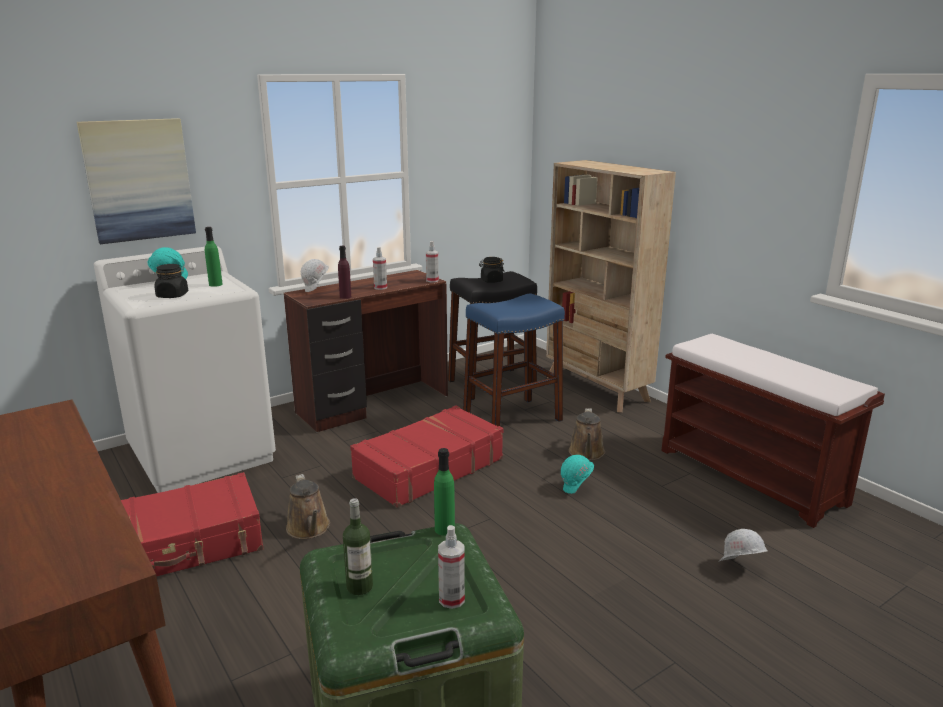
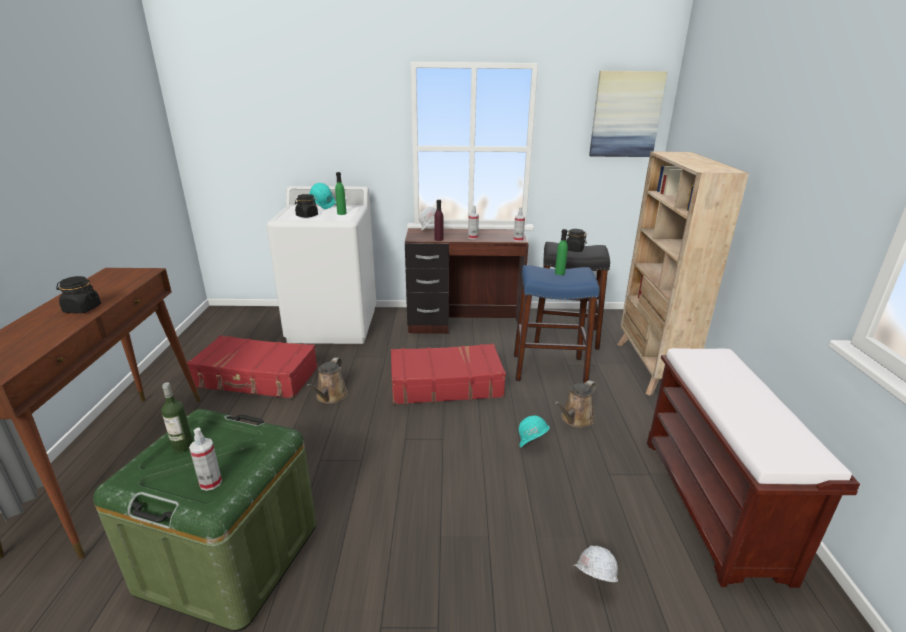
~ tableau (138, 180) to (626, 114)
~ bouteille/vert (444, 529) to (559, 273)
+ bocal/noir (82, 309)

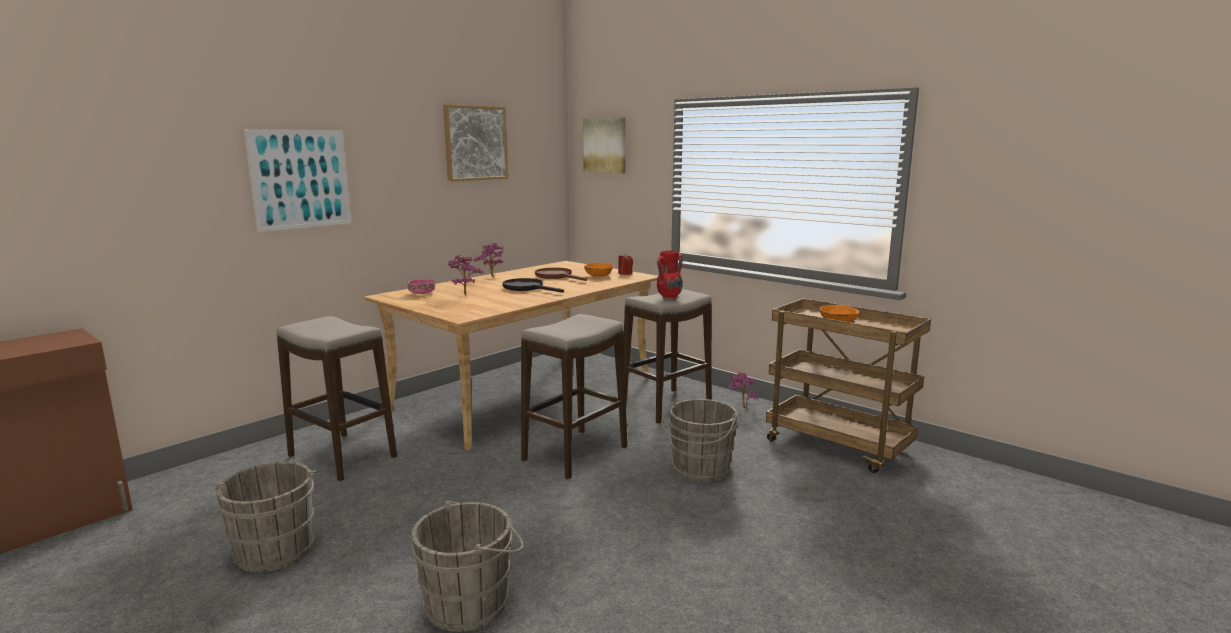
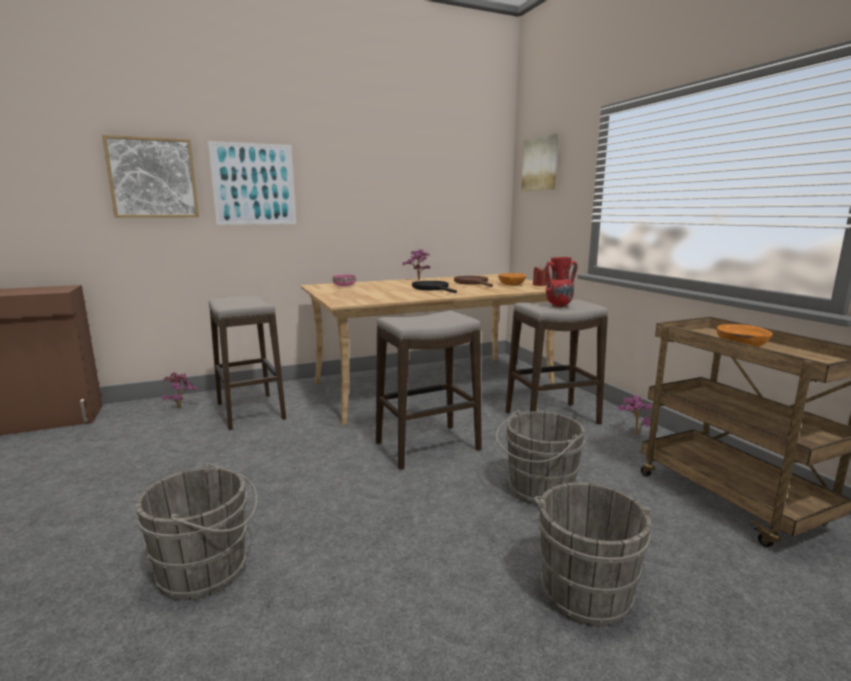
~ seau/gris (276, 548) to (584, 588)
~ tableau (475, 143) to (153, 178)
~ plante en pot (464, 294) to (180, 407)

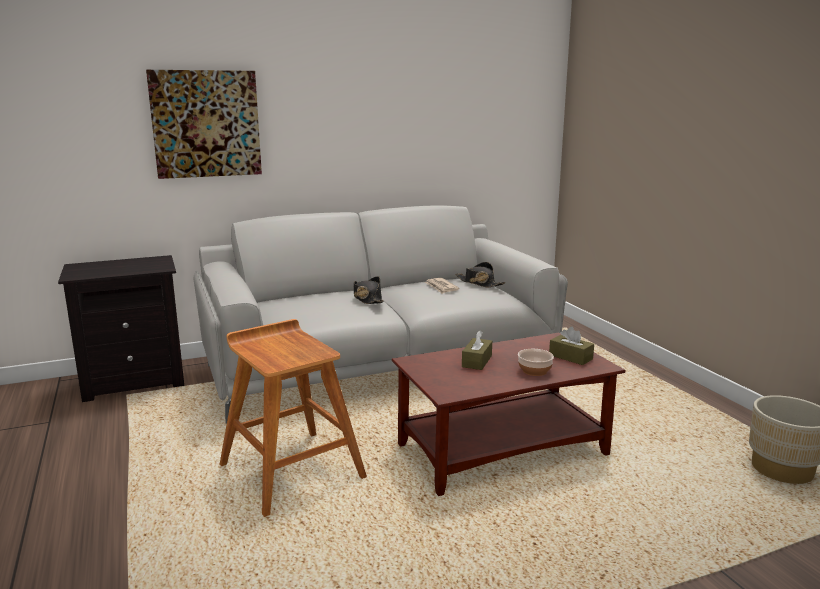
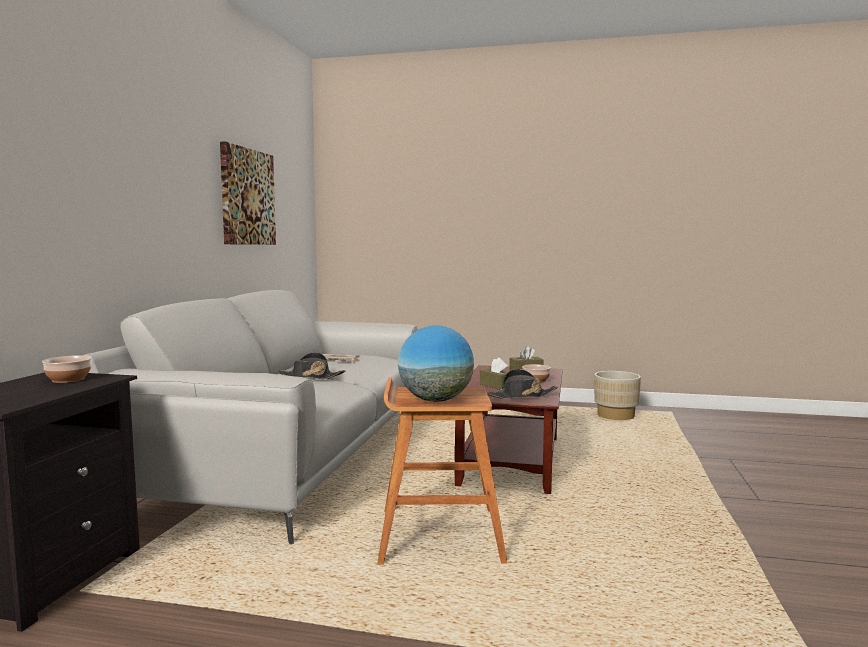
~ tableau (206, 124) to (247, 197)
~ chapeau/noir (479, 283) to (520, 396)
+ bol (69, 379)
+ globe (435, 400)

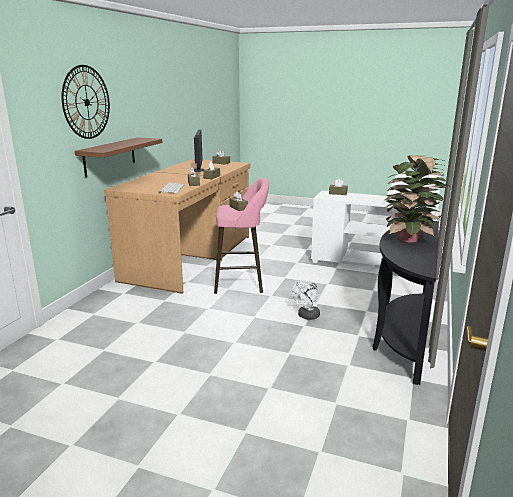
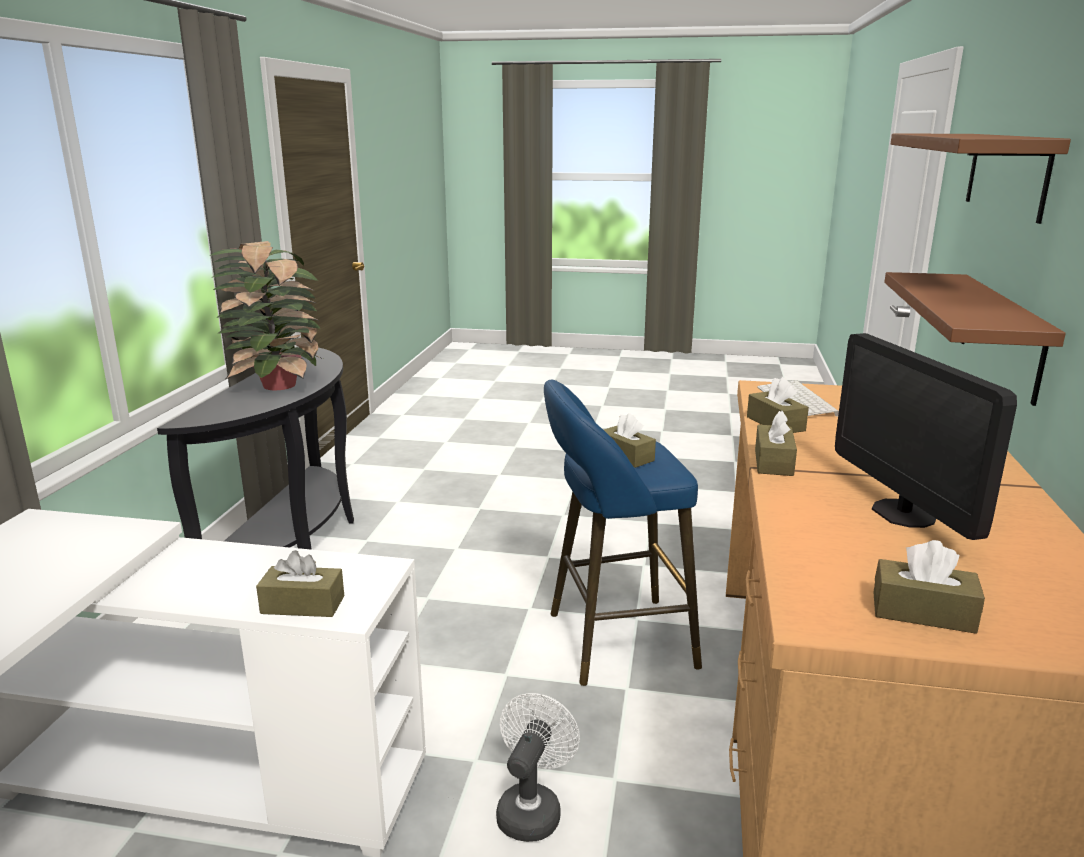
~ horloge murale (86, 102) to étagère/marron (1006, 174)
~ tabouret/rose (242, 283) to tabouret/bleu (612, 641)
~ ventilateur/blanc (307, 316) to (532, 808)

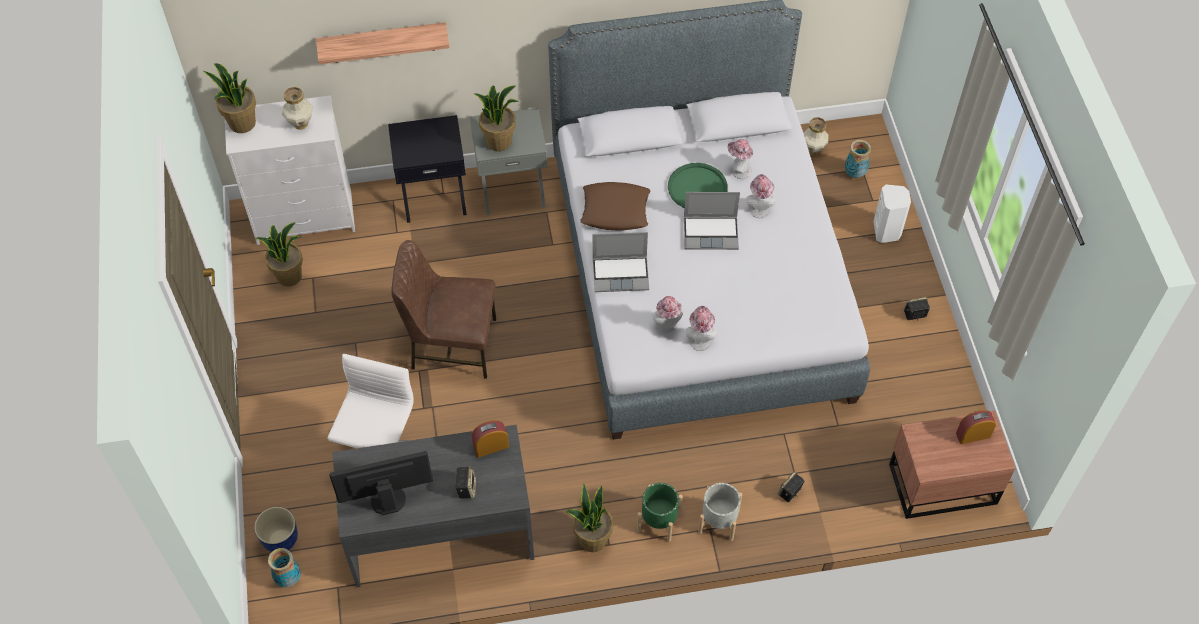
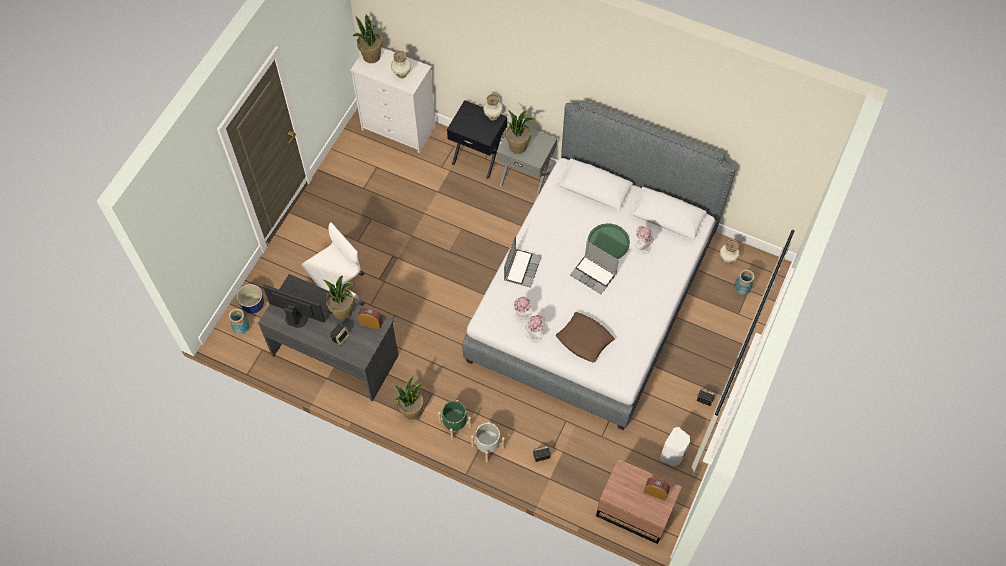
~ plante en pot (289, 275) to (343, 311)
- étagère (383, 43)
- chaise/marron (452, 344)
~ coussin/marron (615, 210) to (584, 339)
~ ordinateur portable (621, 274) = (522, 268) 105 degrees counterclockwise
- chapeau (759, 207)
~ enceinte/blanc (887, 231) to (672, 455)
+ vase (492, 116)

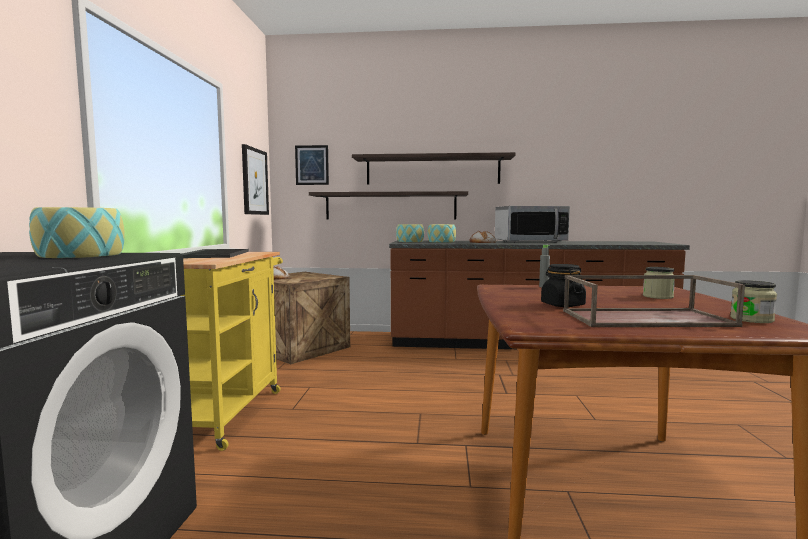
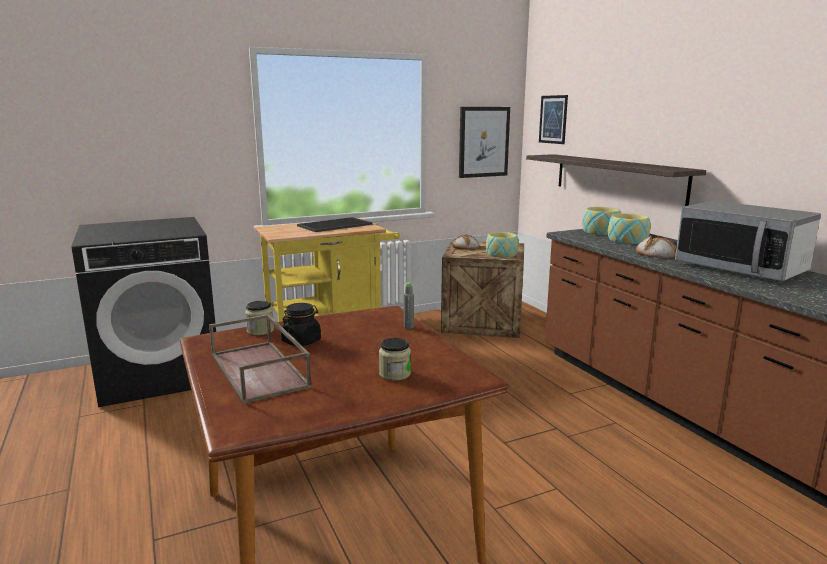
~ bol (80, 255) to (501, 254)
- étagère (432, 170)
~ bocal (751, 319) to (260, 331)

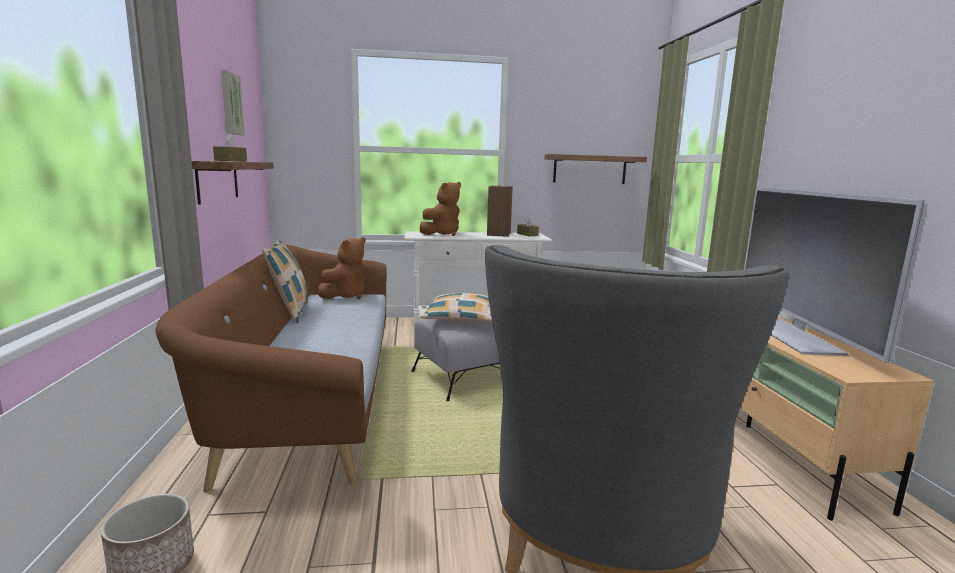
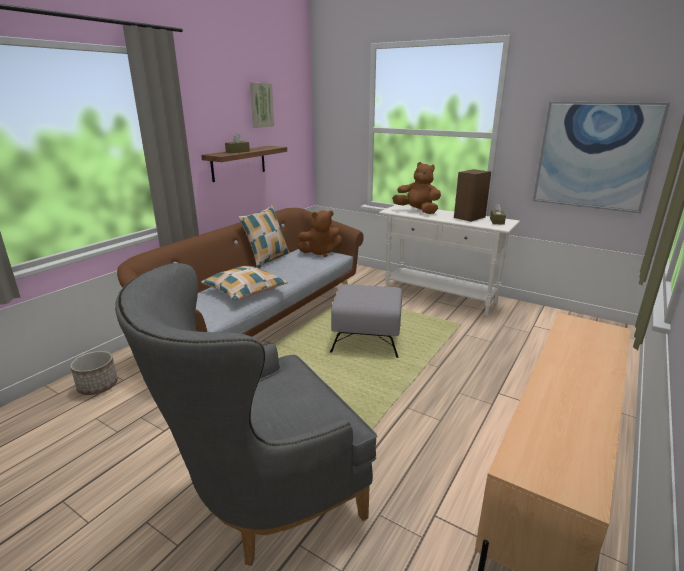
~ peluche/marron (442, 234) = (417, 211) 135 degrees counterclockwise
~ coussin (464, 318) to (245, 290)
~ étagère (589, 169) to tableau (594, 156)
- téléviseur (786, 332)

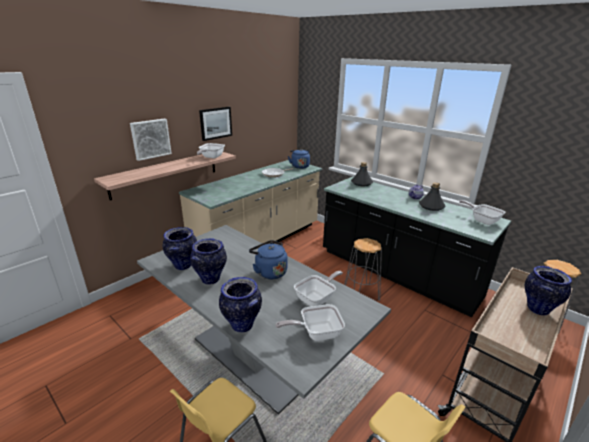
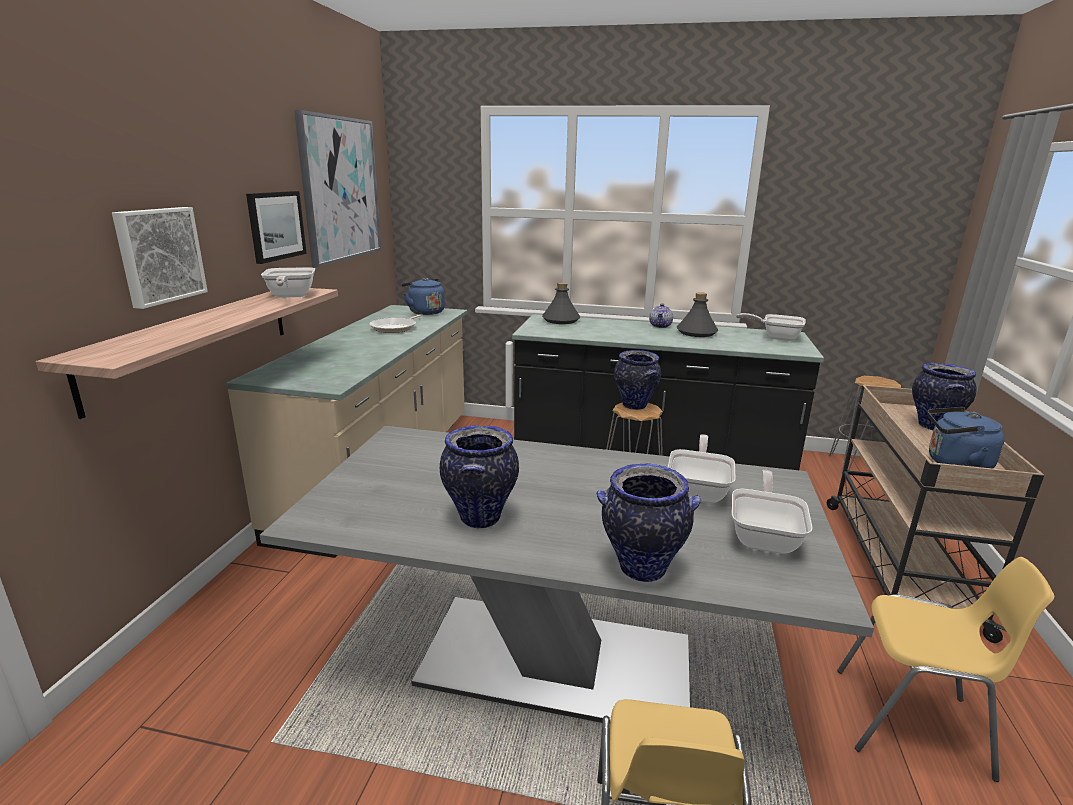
~ vase (183, 266) to (635, 406)
~ bouilloire/bleu (269, 272) to (954, 464)
~ poêle (316, 333) = (765, 536) 150 degrees clockwise
+ tableau (341, 189)

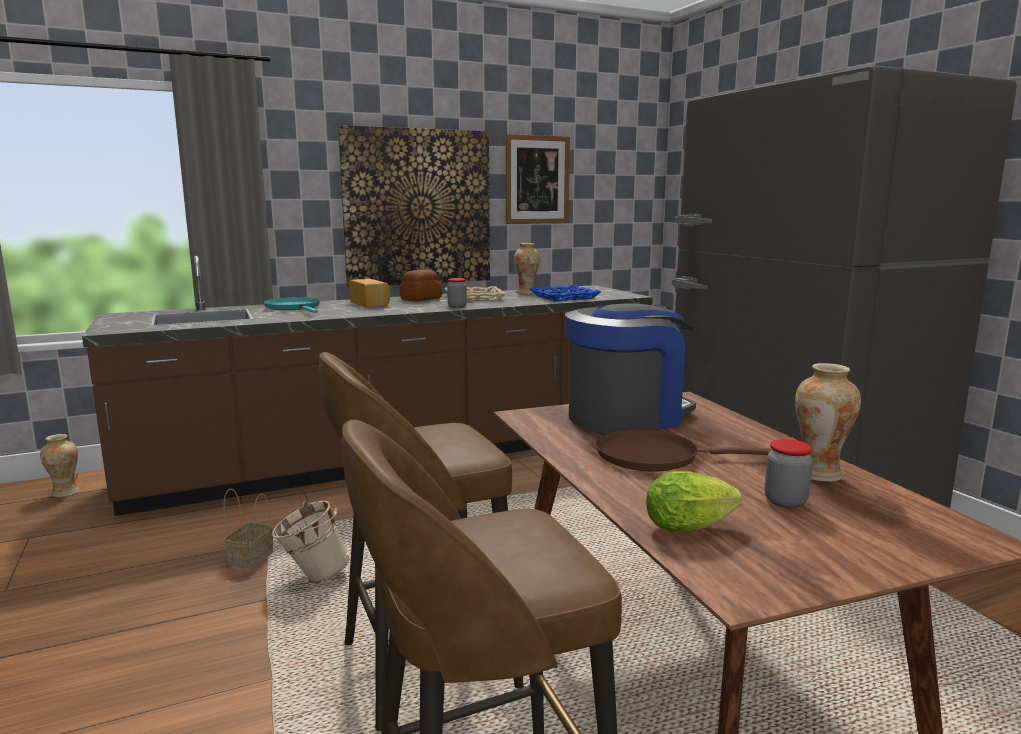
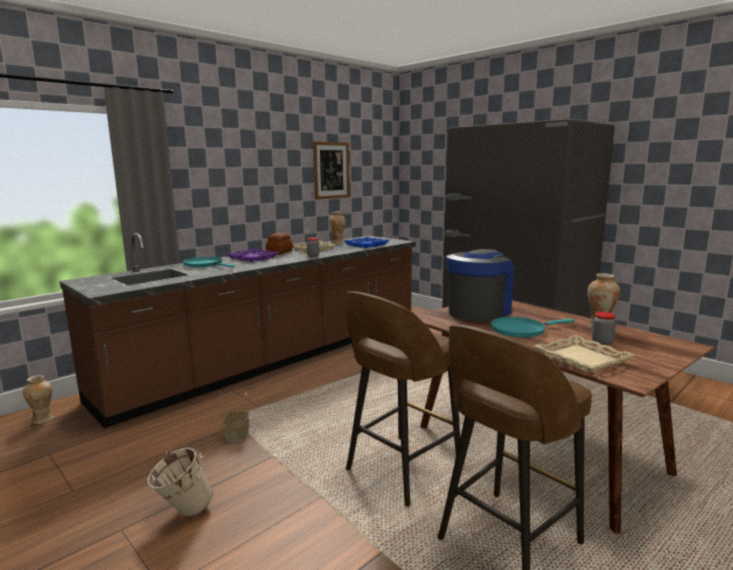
~ seau/beige (312, 577) to (182, 512)
- tableau (417, 207)
~ pain (371, 304) to plateau/violet (253, 258)
~ poêle/marron (654, 457) to poêle/turquoise (520, 330)
~ laitue (693, 527) to plateau/beige (581, 359)

